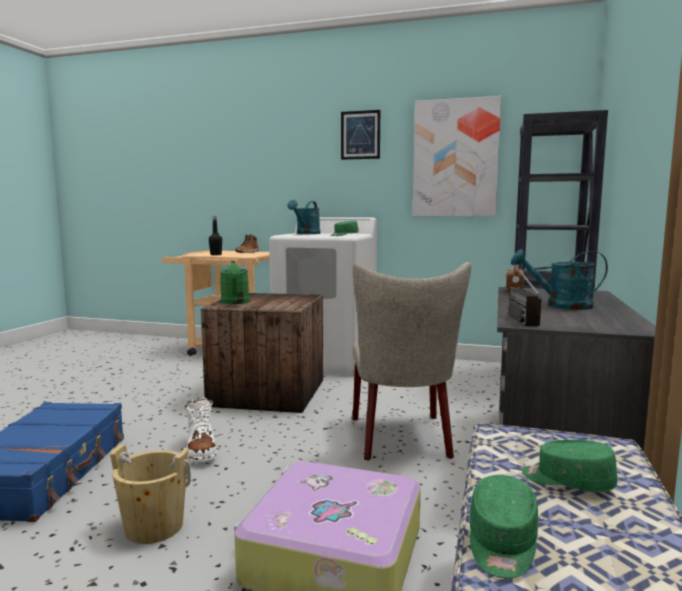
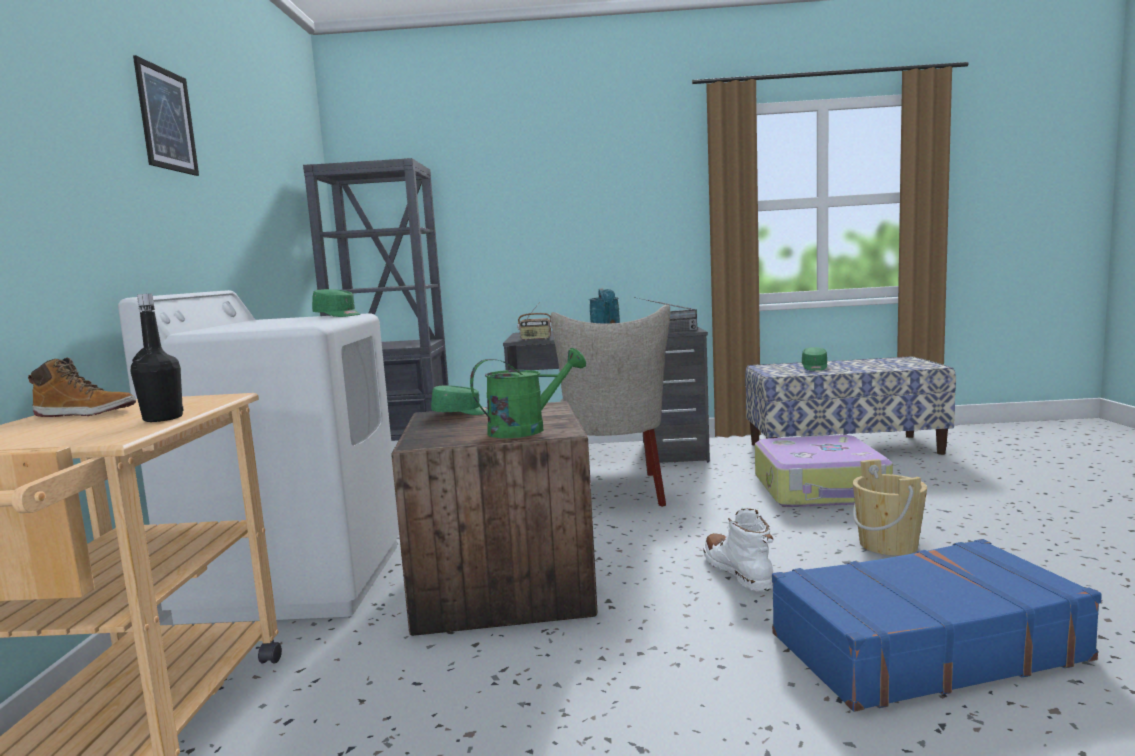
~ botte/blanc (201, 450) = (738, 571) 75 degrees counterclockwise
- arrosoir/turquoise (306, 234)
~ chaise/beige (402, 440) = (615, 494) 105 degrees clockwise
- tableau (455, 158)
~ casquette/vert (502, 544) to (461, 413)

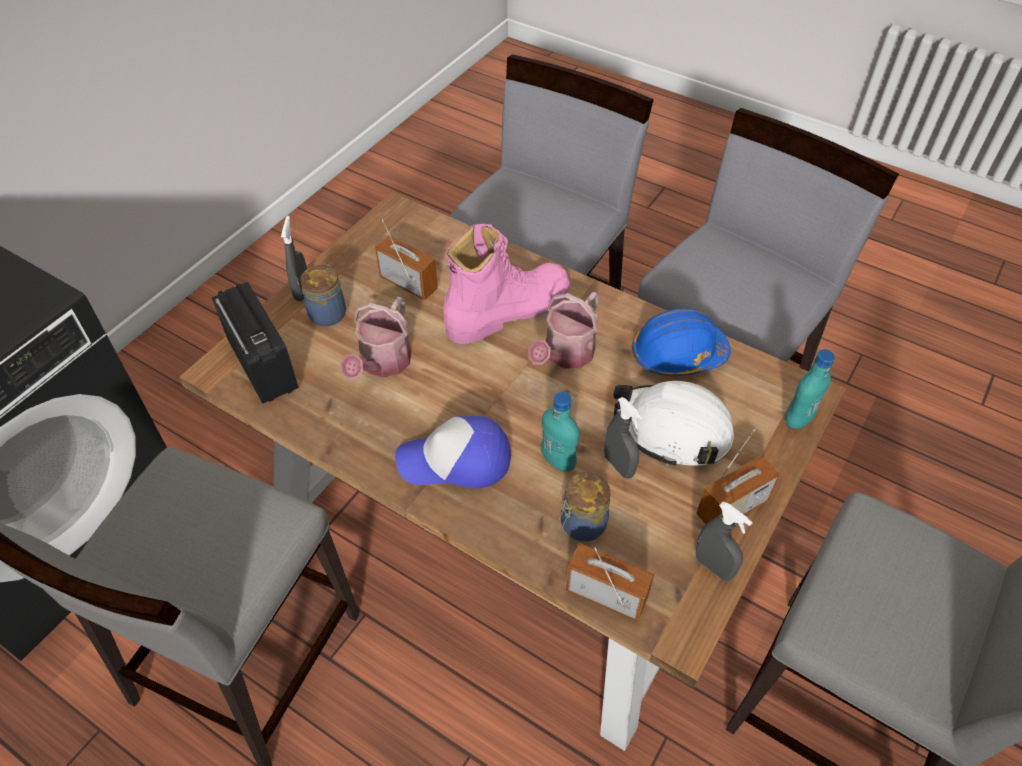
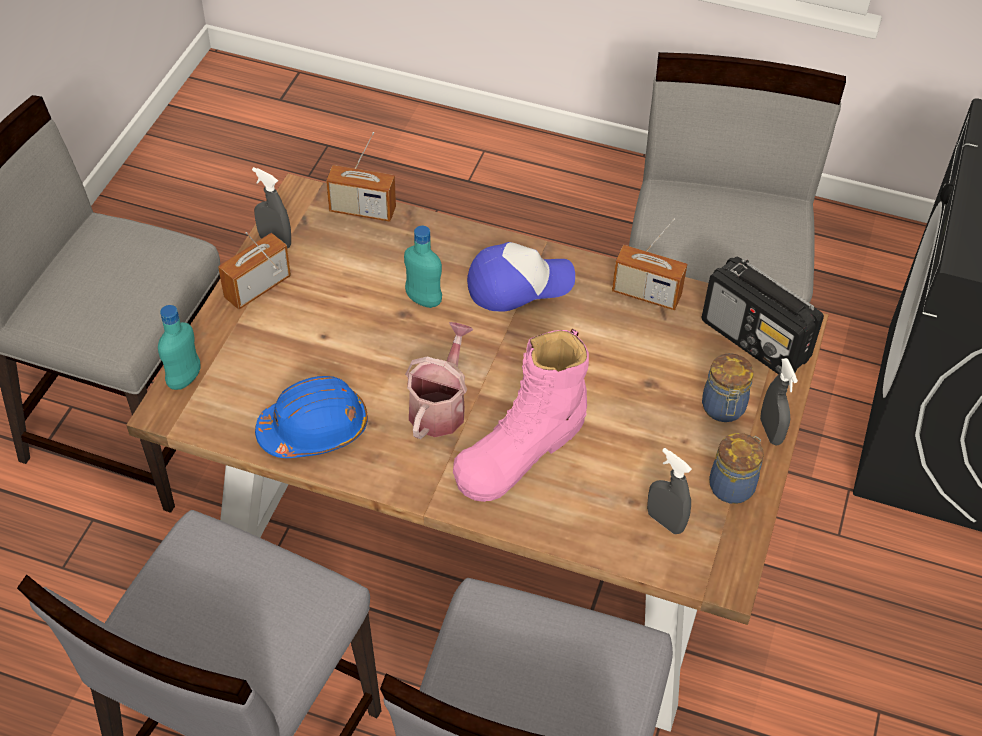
- arrosoir (382, 364)
~ radio (408, 283) to (646, 294)
~ bocal (581, 525) to (733, 485)
~ vaporisateur/gris (619, 466) to (665, 521)
- casque de chantier/blanc (672, 430)

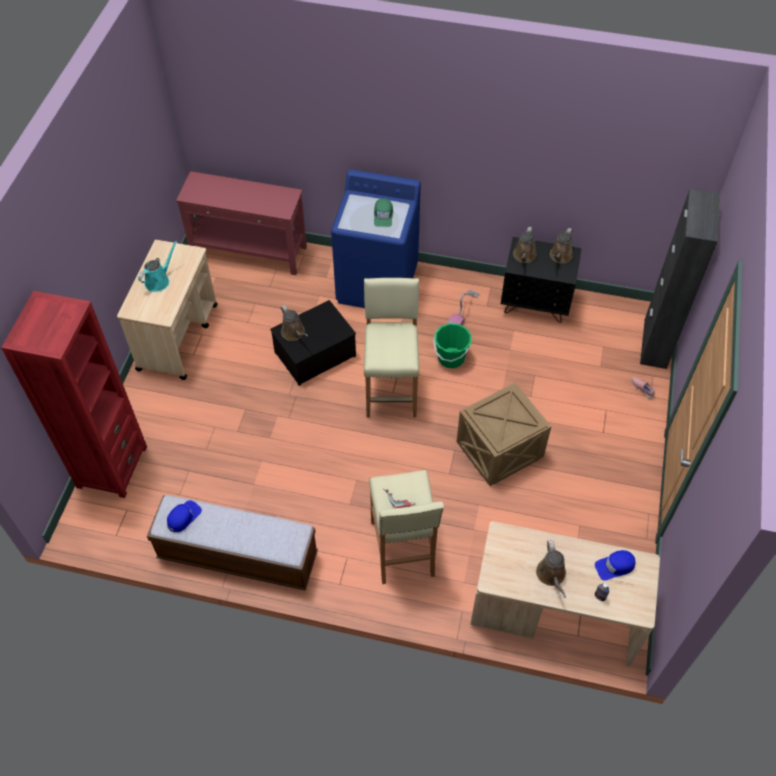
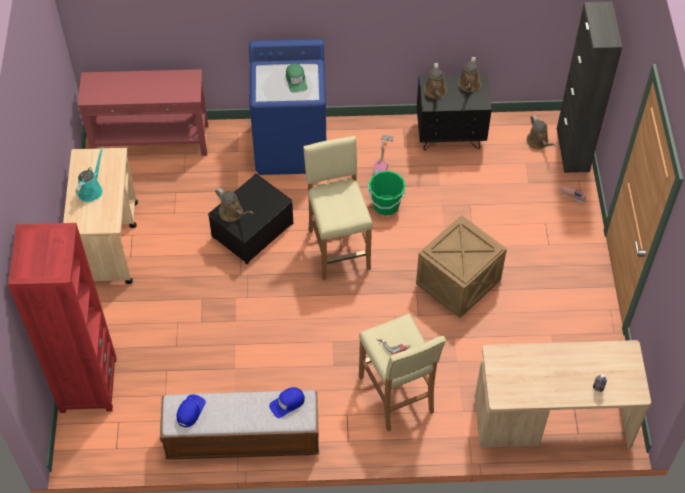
~ arrosoir/marron (551, 575) to (538, 142)
~ casquette/bleu (615, 566) to (287, 403)

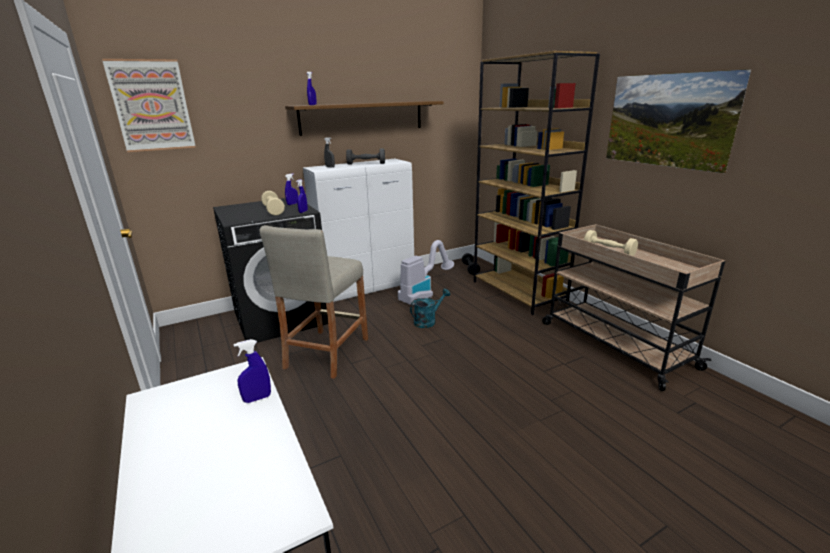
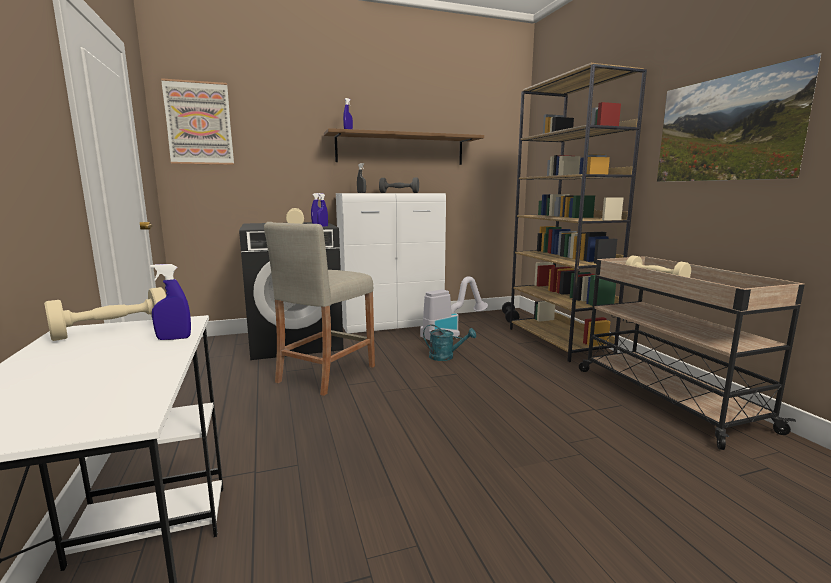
~ arrosoir/turquoise (428, 321) = (446, 357) 45 degrees clockwise
+ haltère/beige (113, 330)

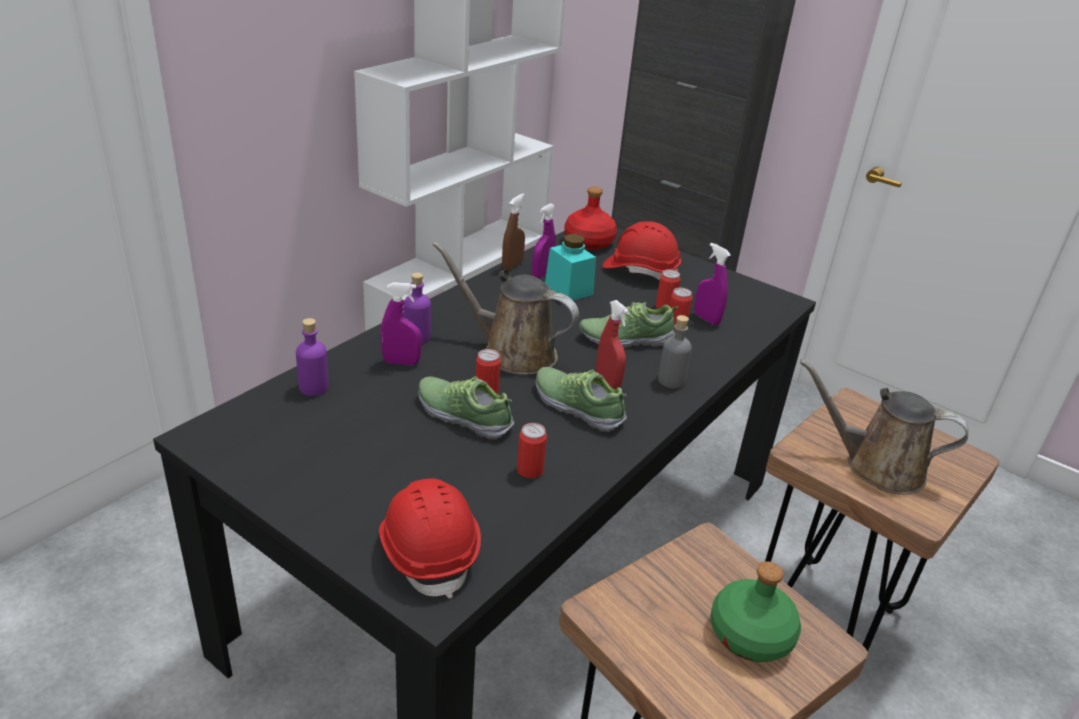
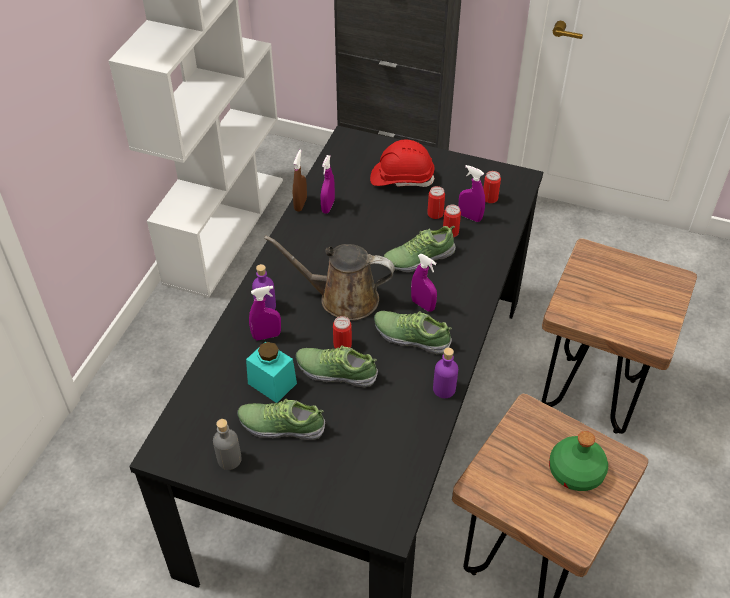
~ bouteille/violet (314, 388) to (444, 389)
- casque de chantier/rouge (429, 551)
~ boîte métallique (530, 470) to (490, 198)
~ bocal/turquoise (568, 289) to (272, 383)
- bouteille/rouge (589, 242)
~ vaporisateur/rouge (608, 381) to vaporisateur/violet (423, 305)
~ bouteille/gris (671, 380) to (229, 459)
- arrosoir/marron (876, 466)
+ chaussure (281, 425)

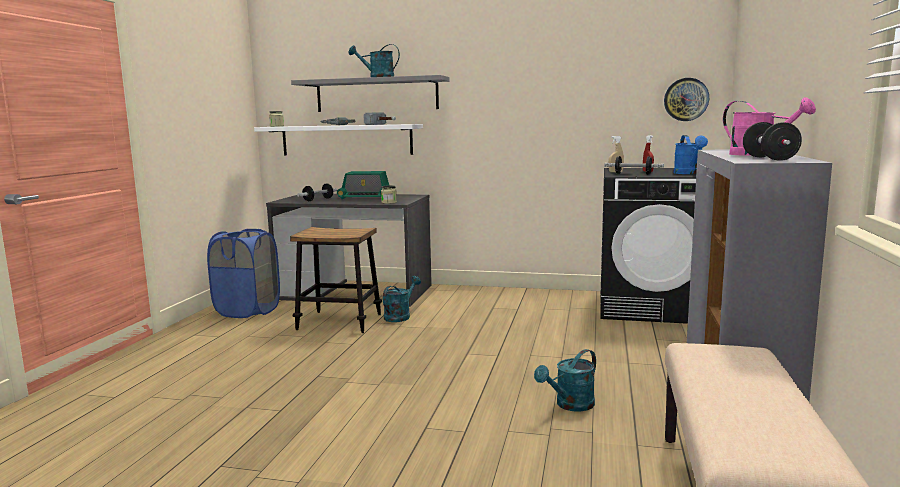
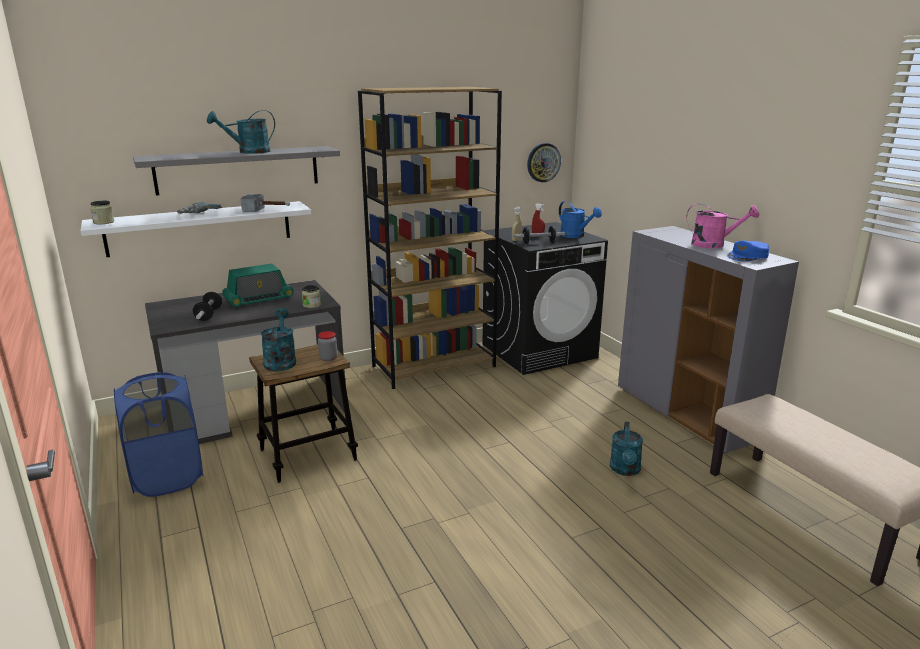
~ arrosoir/turquoise (400, 316) to (280, 361)
~ haltère/noir (769, 158) to casquette/bleu (748, 256)
+ bocal (328, 358)
+ bibliothèque/marron (434, 366)

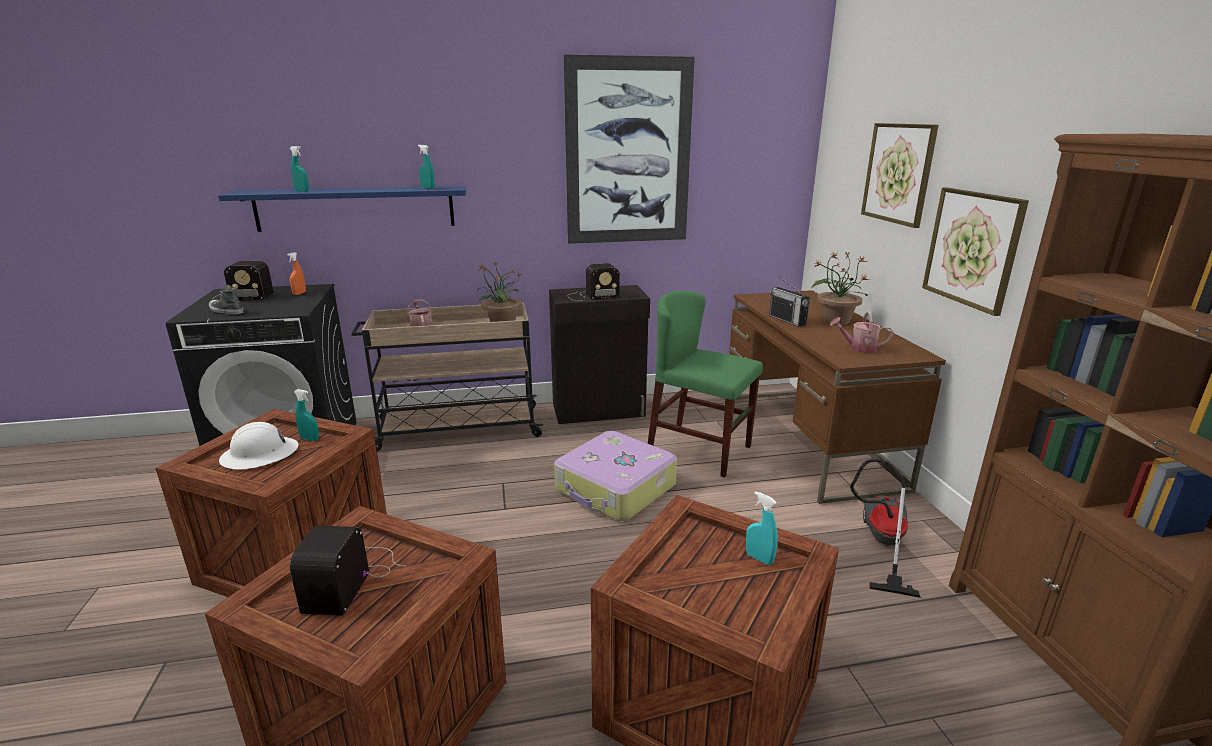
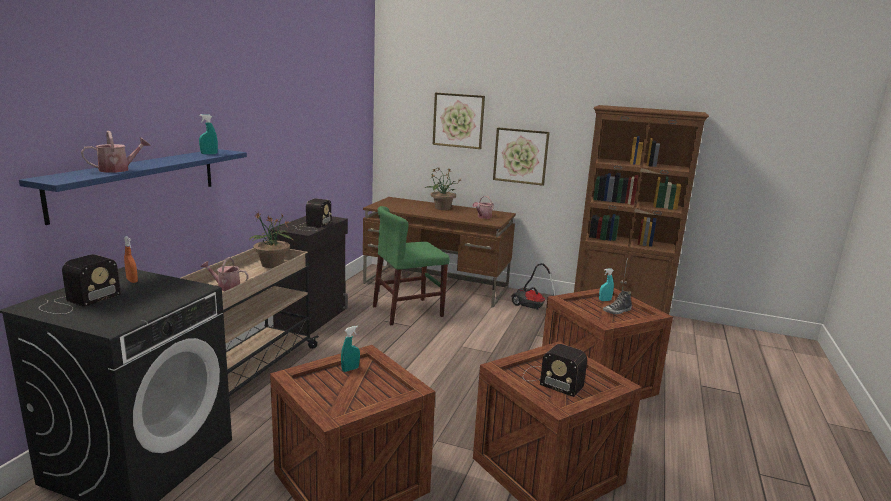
~ chaussure (226, 311) to (617, 311)
- casque de chantier/blanc (260, 455)
~ vaporisateur/turquoise (302, 191) to arrosoir (118, 170)
- valise (615, 489)
- tableau (628, 153)
- radio (787, 320)

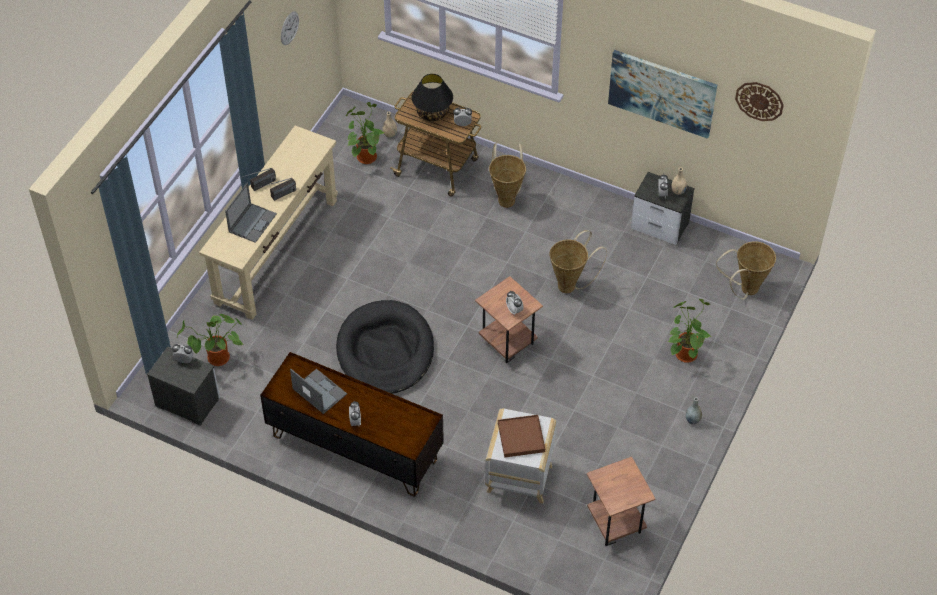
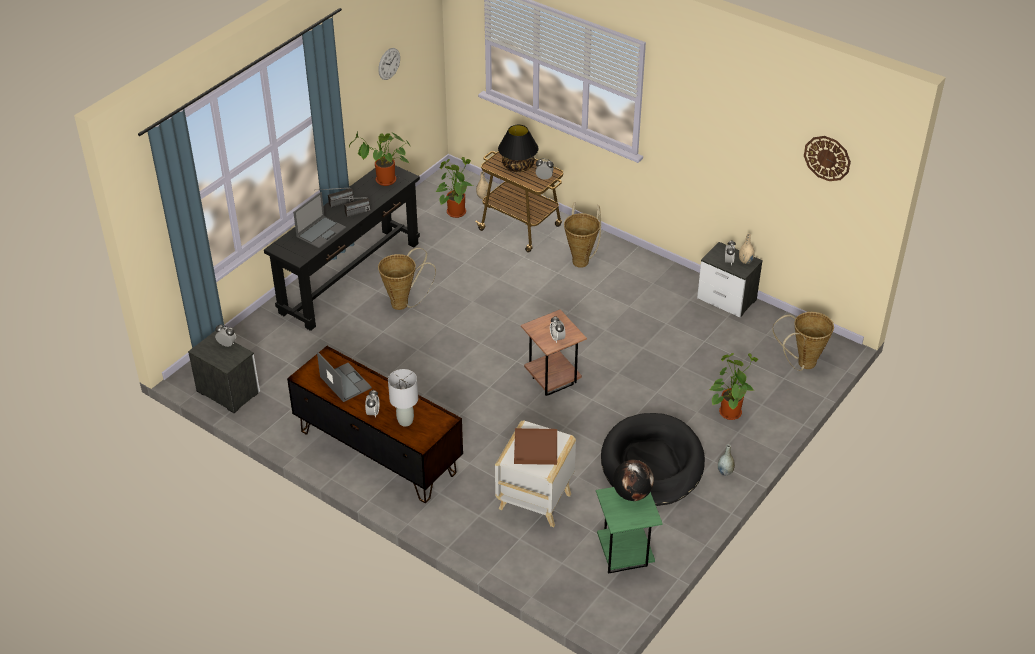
~ plante en pot (217, 360) to (384, 181)
~ table console/beige (277, 251) to table console/noir (350, 277)
~ panier pour chien/noir (385, 351) to (652, 463)
~ panier (570, 285) to (404, 303)
~ table d'appoint/marron (617, 523) to table d'appoint/vert (626, 556)
- tableau (662, 93)
+ lampe de table/gris (405, 421)
+ globe (632, 493)

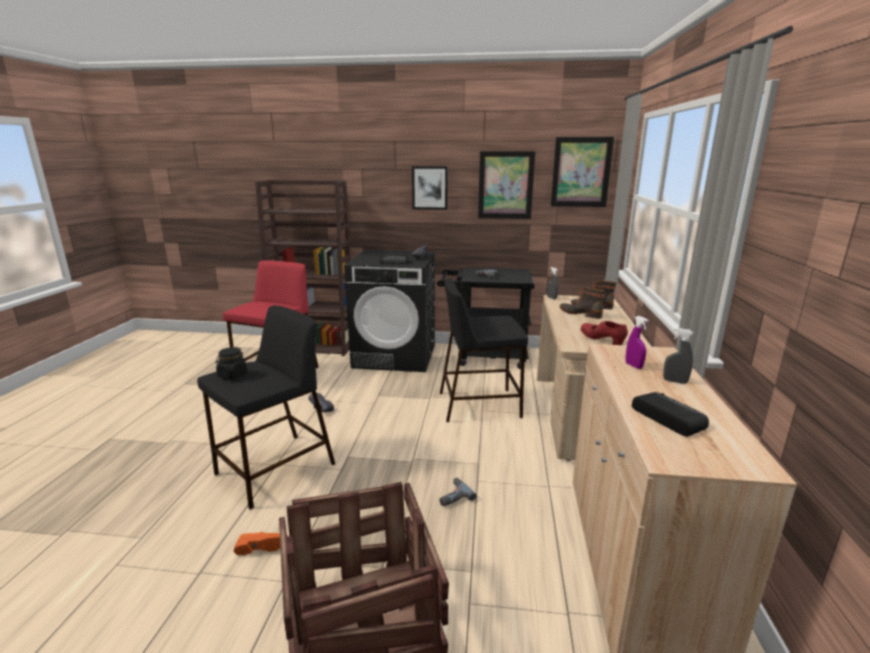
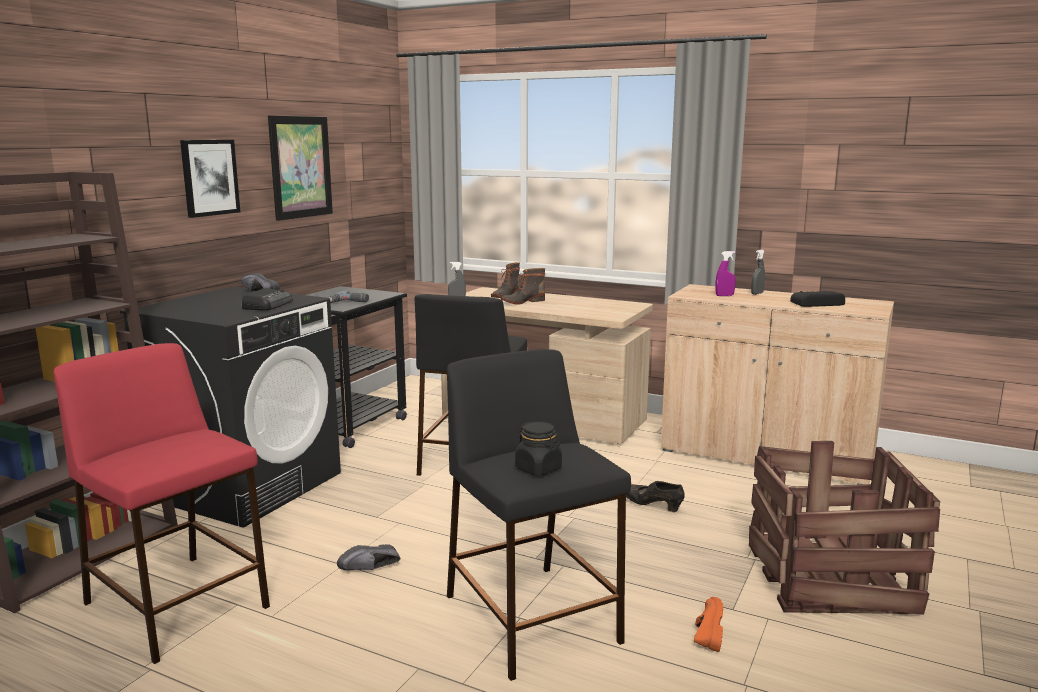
~ perceuse (452, 496) to chaussure/noir (653, 506)
- tableau (581, 172)
- chaussure/rouge (602, 341)

